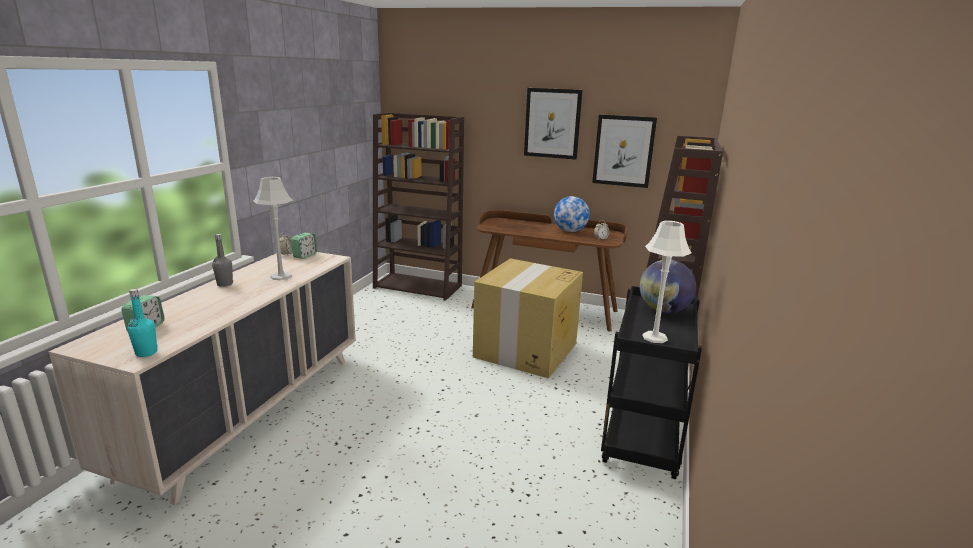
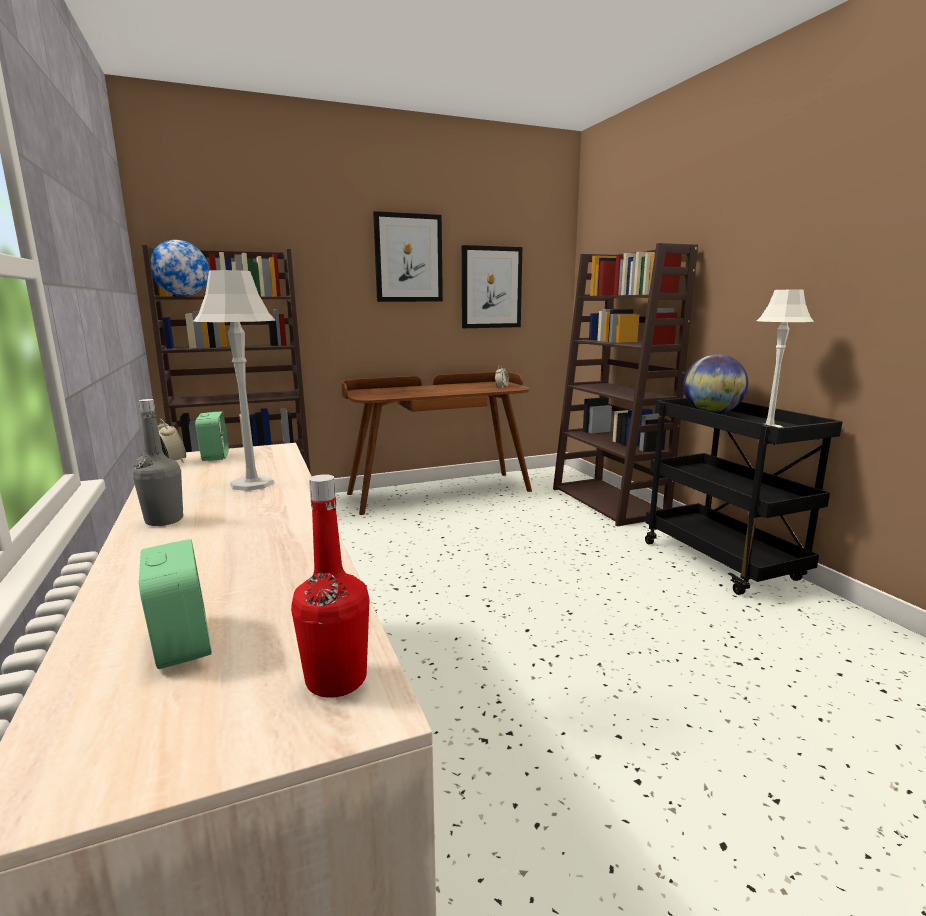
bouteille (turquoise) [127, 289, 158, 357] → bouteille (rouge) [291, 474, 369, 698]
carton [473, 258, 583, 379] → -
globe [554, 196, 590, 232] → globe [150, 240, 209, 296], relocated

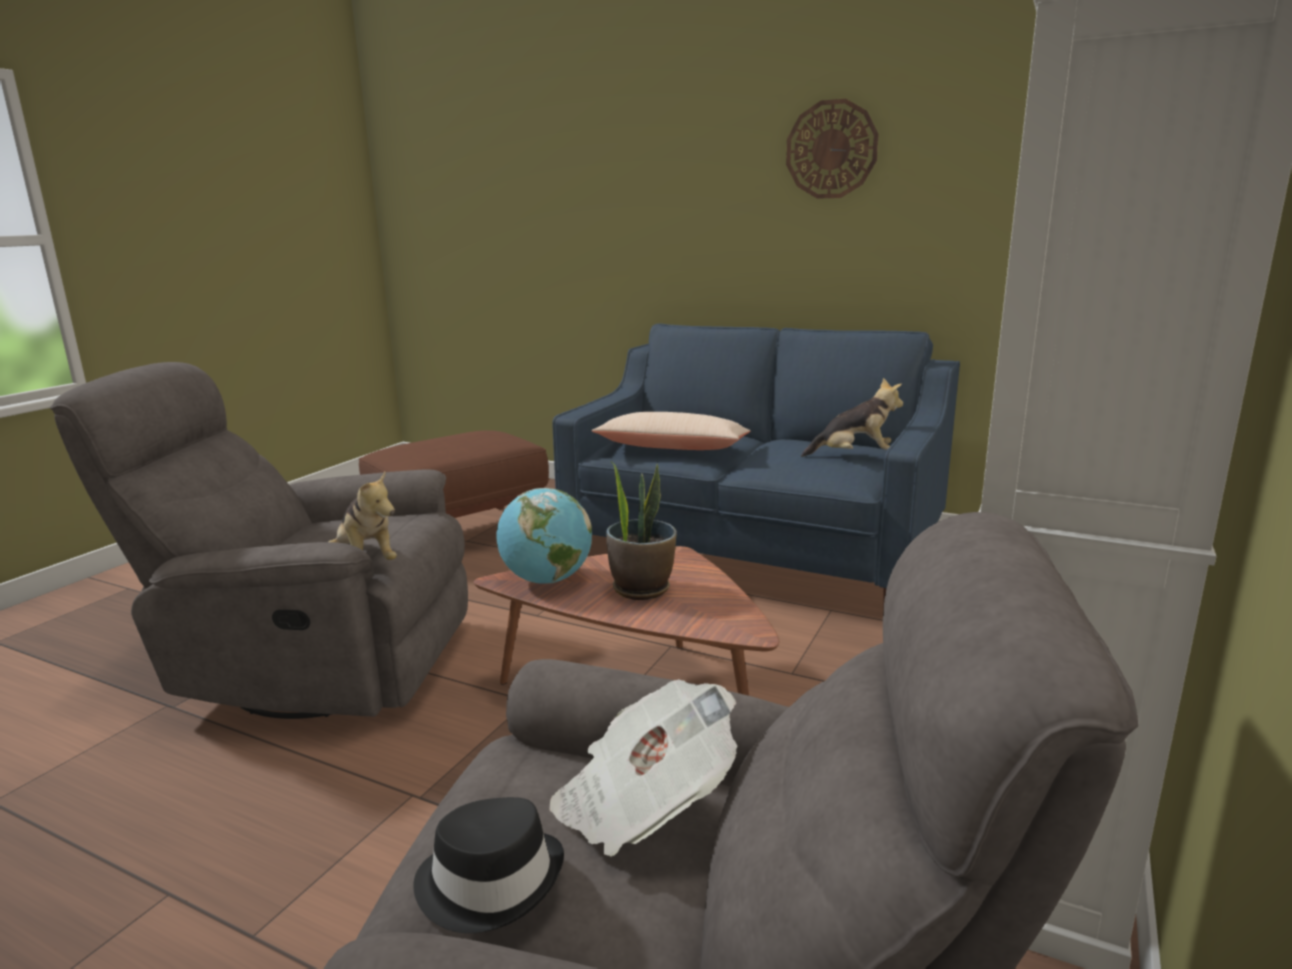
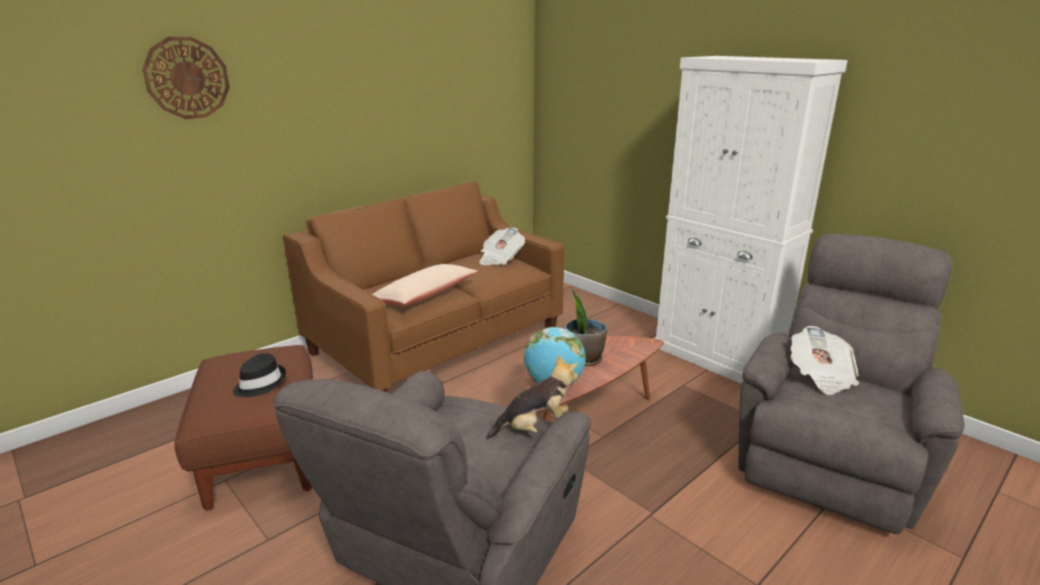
chapeau (noir) [413, 797, 564, 933] → chapeau (noir) [233, 353, 286, 397], relocated
canapé (bleu) [552, 324, 960, 600] → canapé (marron) [283, 182, 564, 393]
horloge murale [786, 99, 879, 199] → horloge murale [142, 37, 230, 119], relocated
peluche [801, 378, 903, 457] → journal [479, 227, 525, 265]

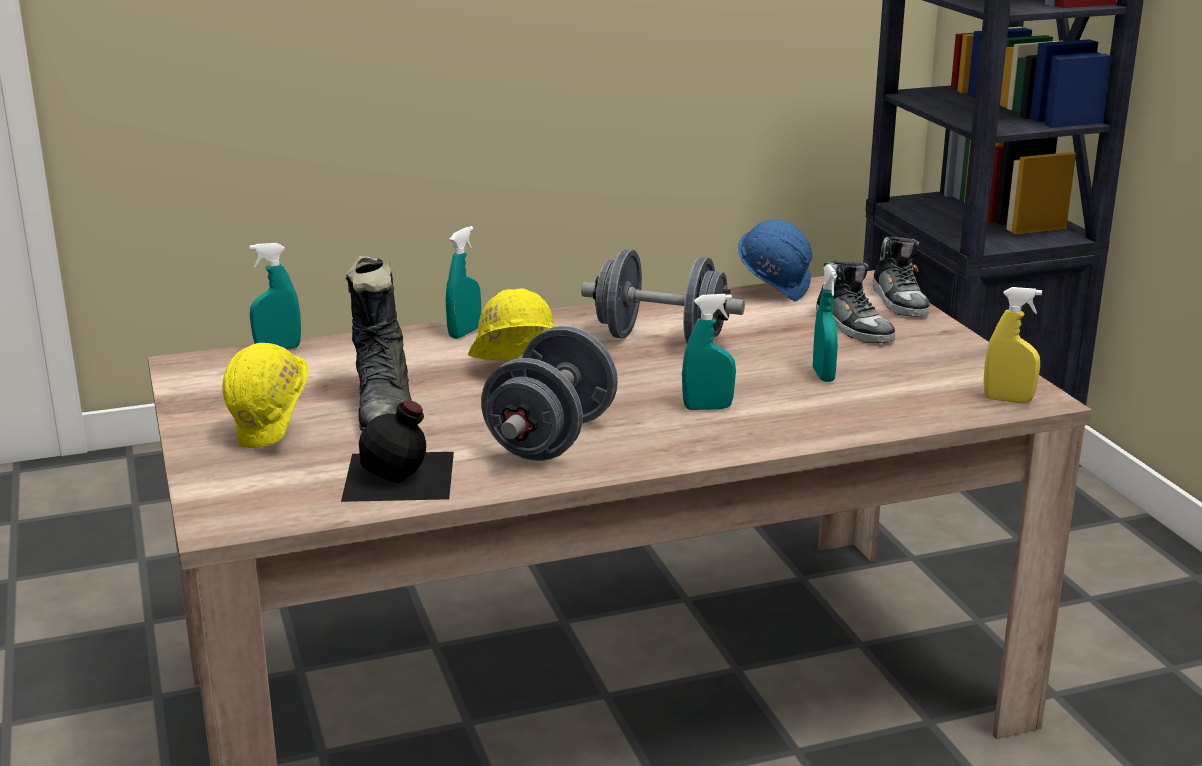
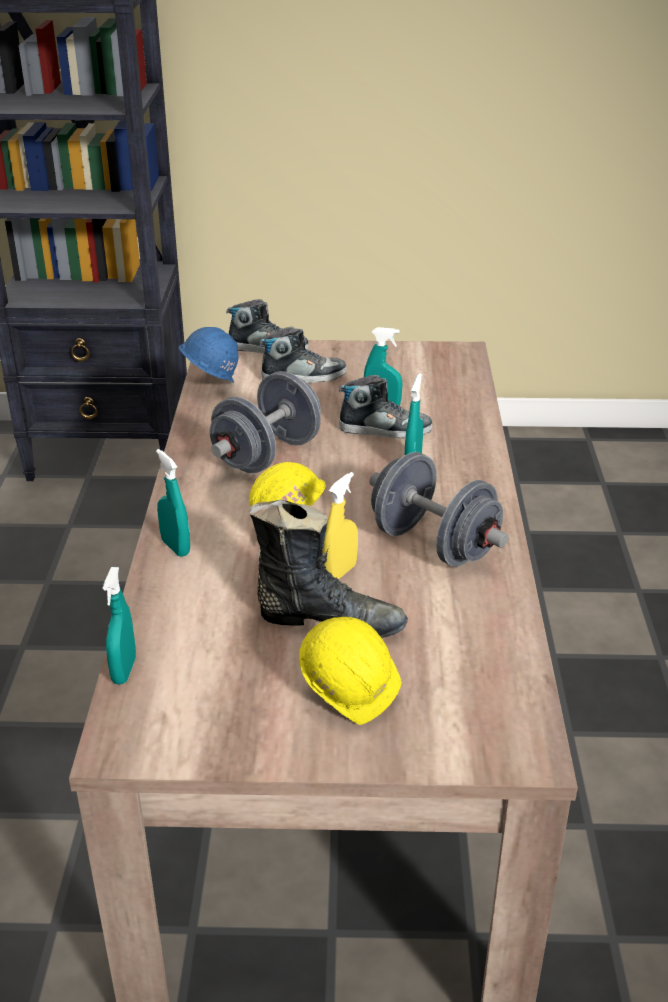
bouteille (noir) [341, 400, 454, 502] → -
vaporisateur (jaune) [984, 287, 1042, 403] → vaporisateur (jaune) [322, 472, 358, 579], relocated
- → chaussure [339, 375, 432, 438]

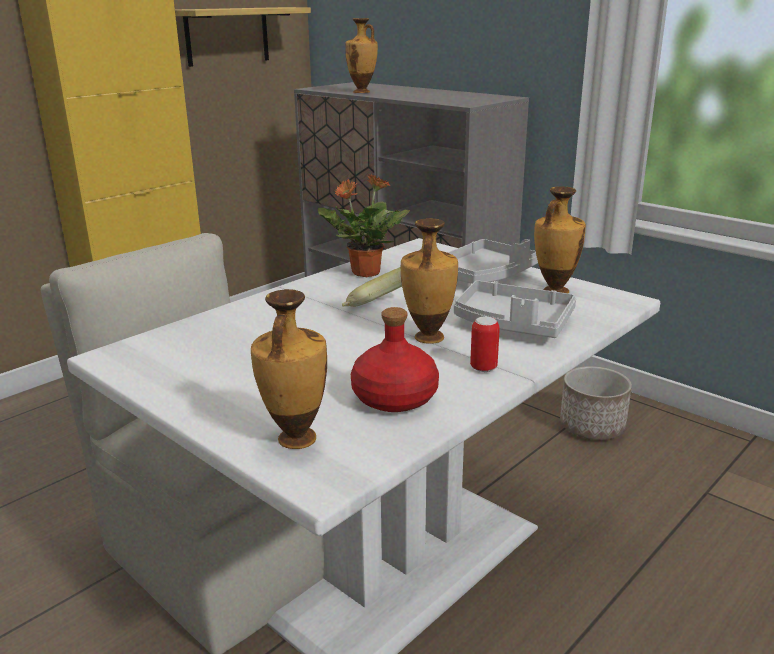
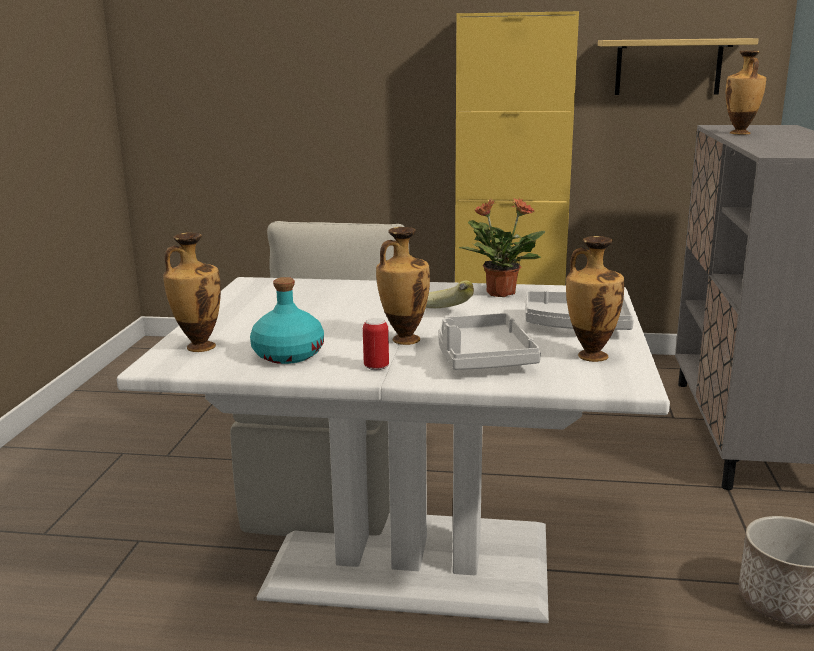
bouteille (rouge) [351, 307, 439, 412] → bouteille (turquoise) [250, 277, 324, 364]

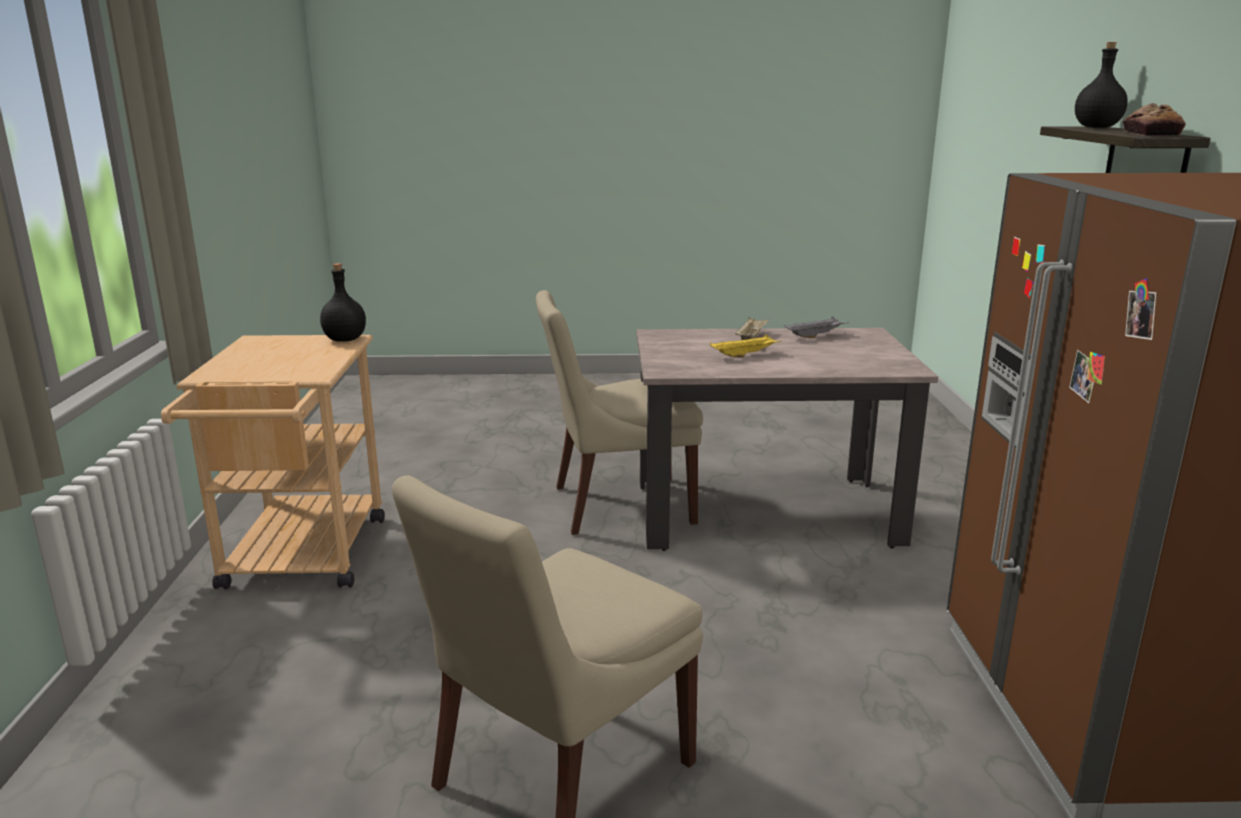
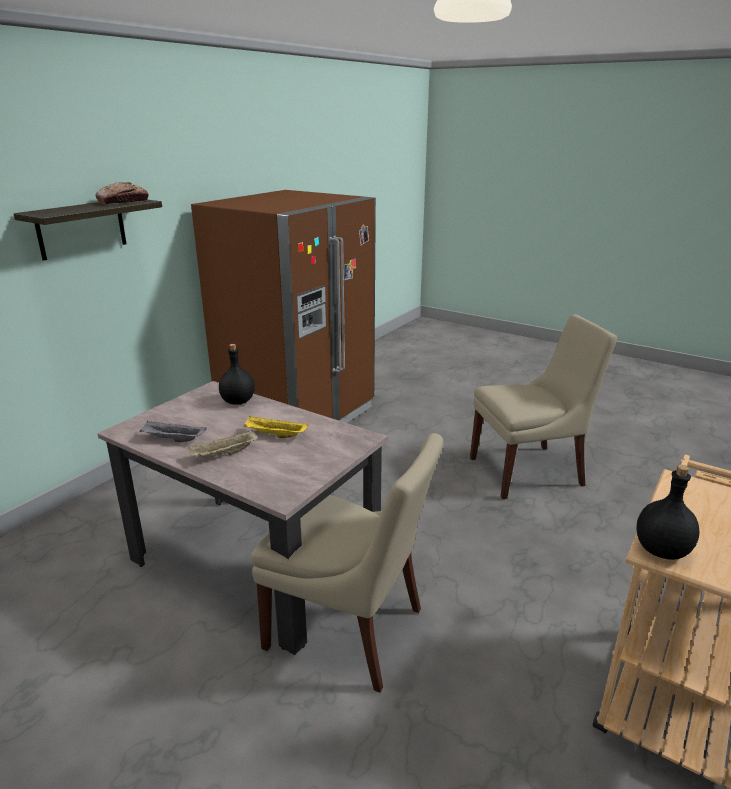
bouteille (noir) [1075, 42, 1128, 128] → bouteille (noir) [219, 344, 255, 405], relocated

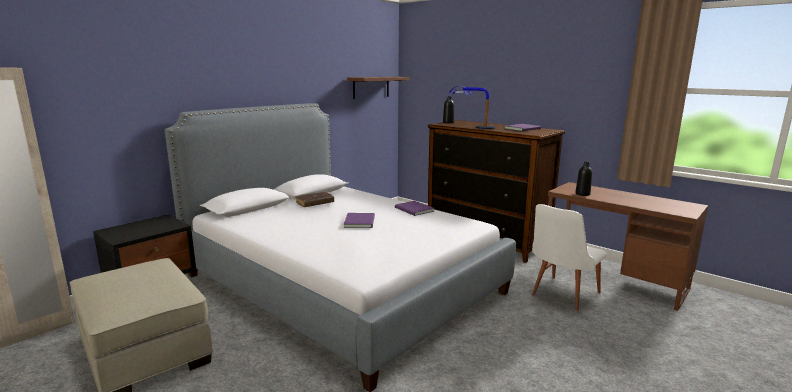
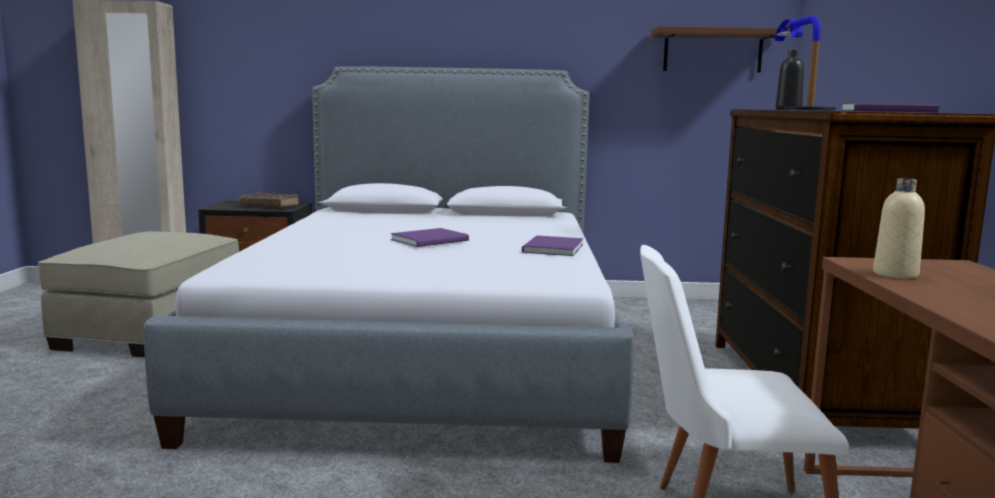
livre (marron) [296, 192, 334, 207] → livre (marron) [239, 192, 299, 208], relocated
bouteille (noir) [575, 162, 592, 196] → bouteille (beige) [873, 178, 925, 279]

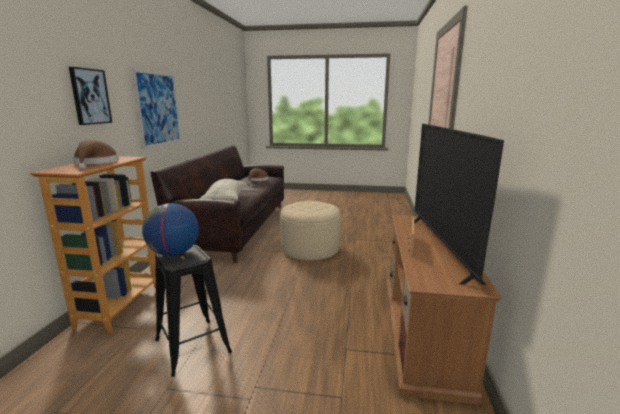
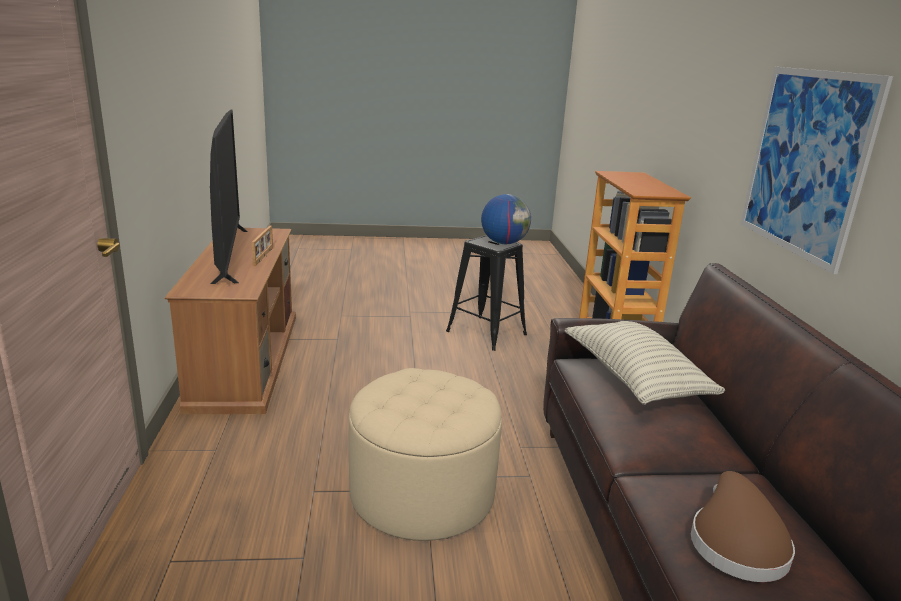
tableau [69, 67, 112, 125] → -
chapeau (marron) [73, 139, 119, 169] → -

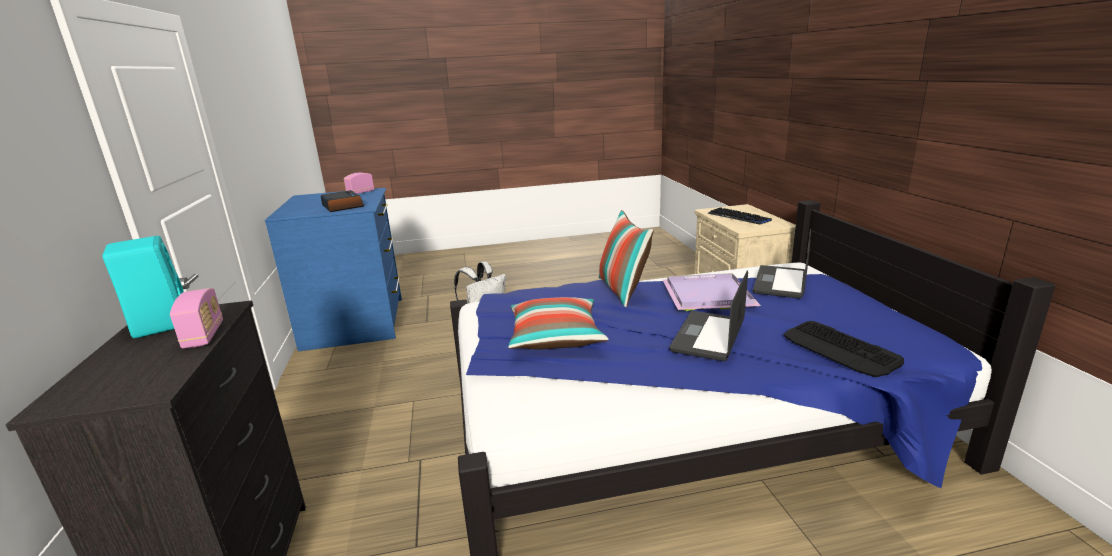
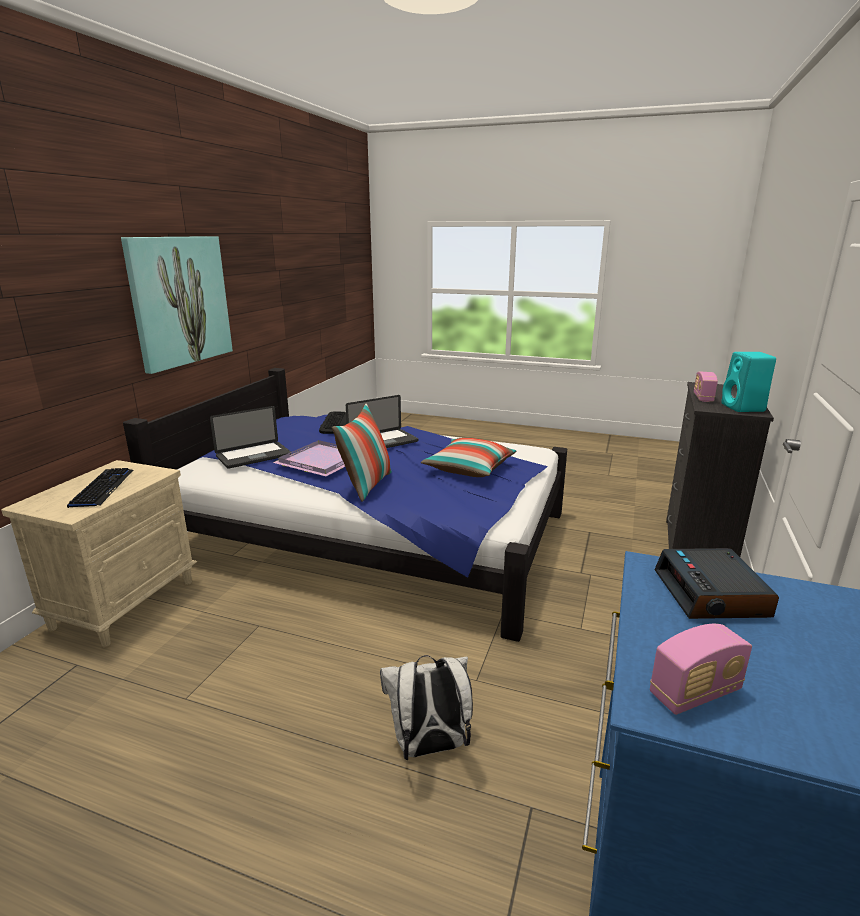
- → tableau [121, 236, 233, 374]

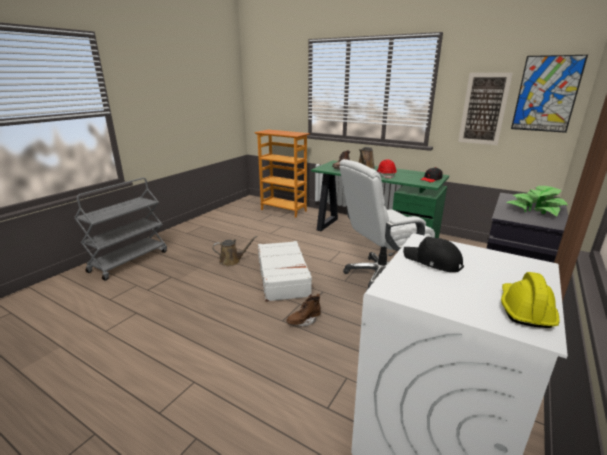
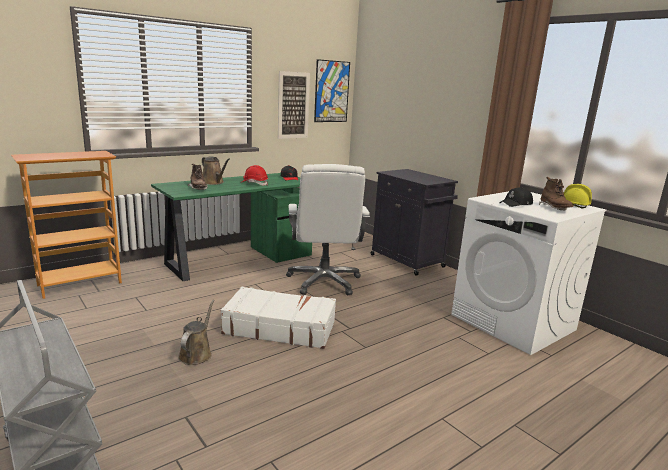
botte (marron) [287, 294, 321, 326] → botte (marron) [539, 177, 573, 210], relocated
plante en pot [506, 186, 569, 216] → -

